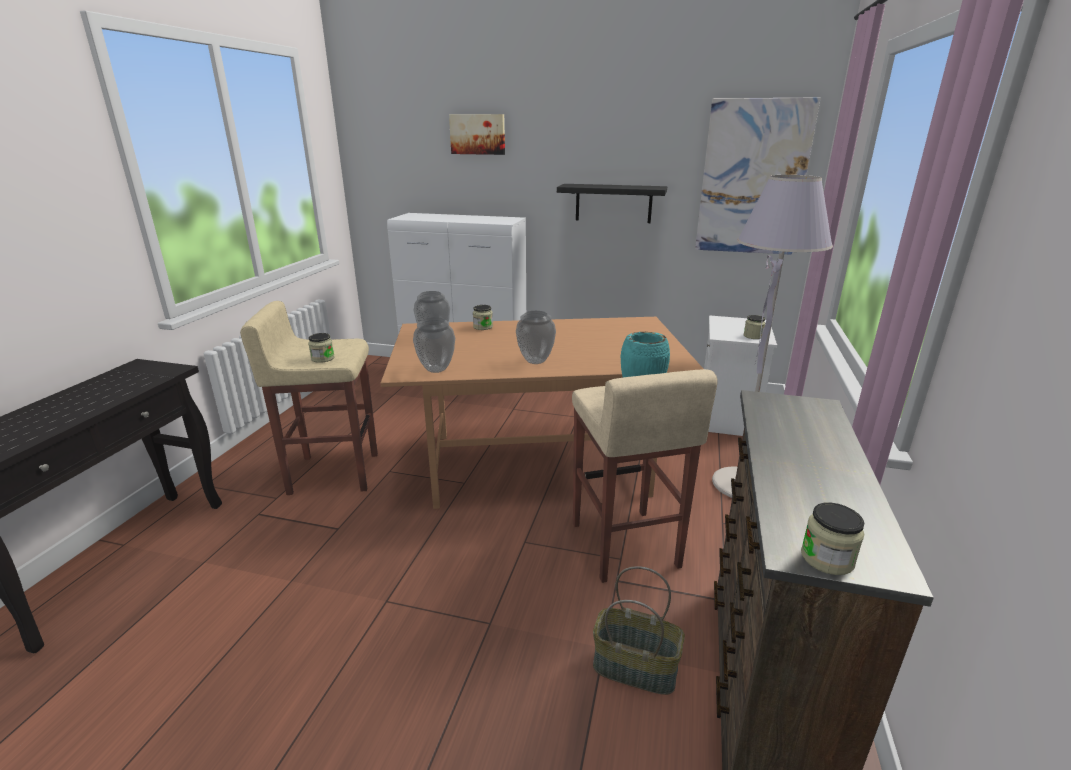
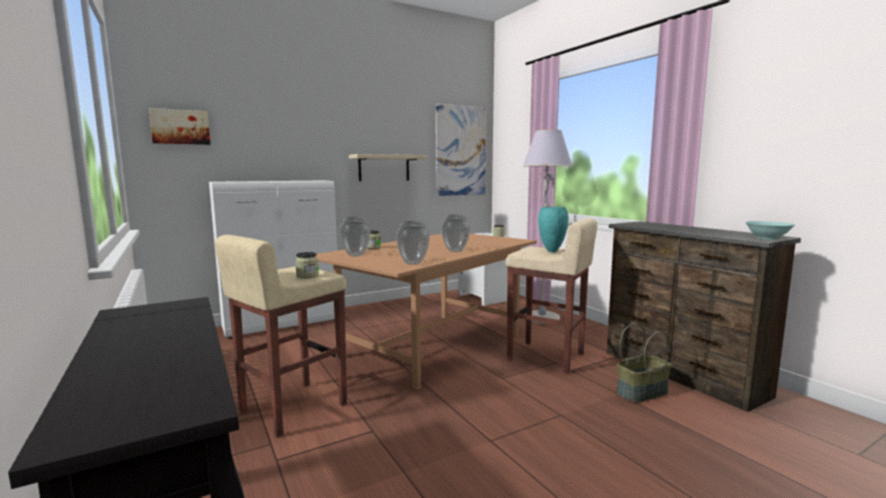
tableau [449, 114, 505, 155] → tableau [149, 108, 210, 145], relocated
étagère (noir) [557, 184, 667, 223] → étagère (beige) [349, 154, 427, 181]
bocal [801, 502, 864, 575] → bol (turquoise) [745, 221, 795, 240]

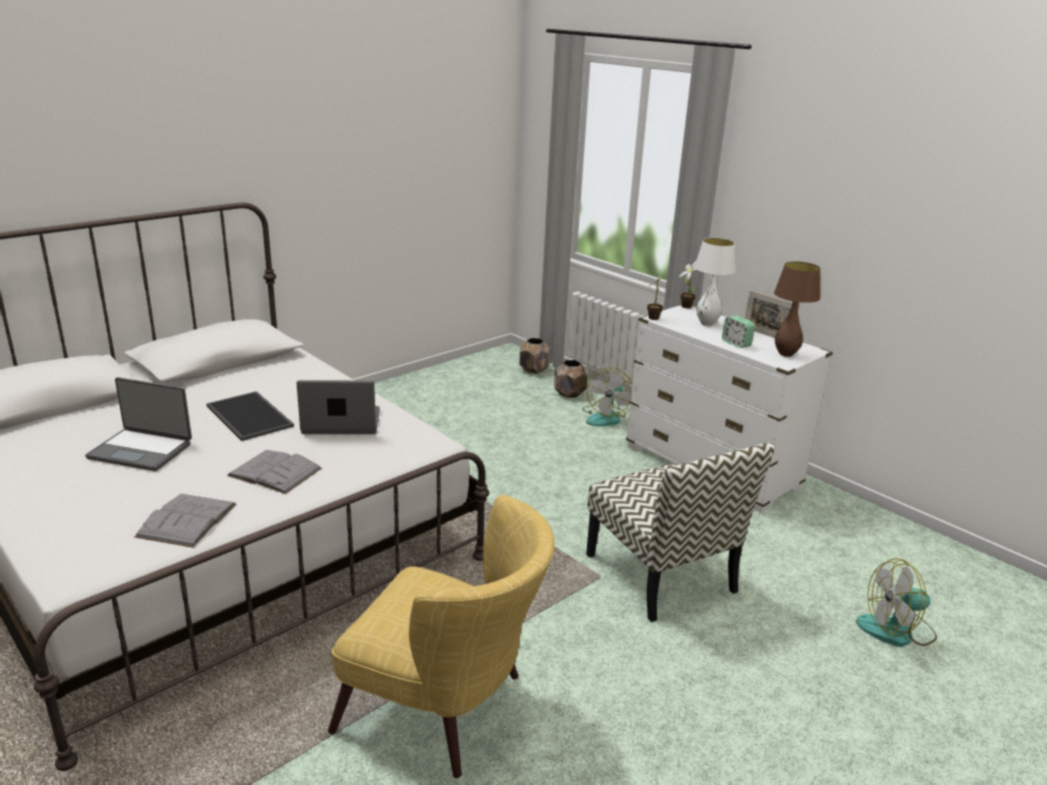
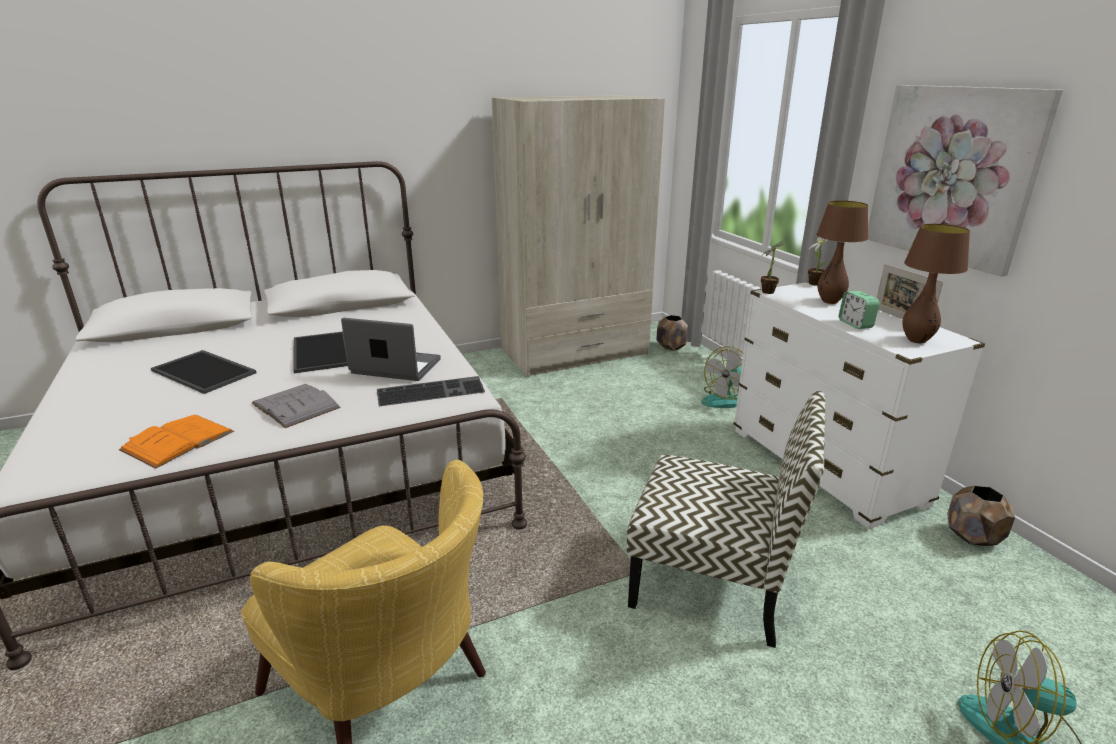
ordinateur portable [85, 377, 192, 471] → plateau [151, 350, 257, 394]
livre (gris) [135, 494, 236, 548] → livre (orange) [119, 415, 234, 469]
cache-pot (marron) [554, 360, 588, 398] → cache-pot (marron) [947, 486, 1015, 546], relocated
chaise [586, 442, 775, 622] → chaise [626, 391, 826, 648], 60 degrees counterclockwise
lampe de table (blanc) [694, 238, 736, 326] → lampe de table (marron) [816, 200, 868, 304]
- → clavier [377, 376, 485, 406]
- → armoire (beige) [492, 95, 665, 377]
- → tableau [868, 85, 1063, 277]

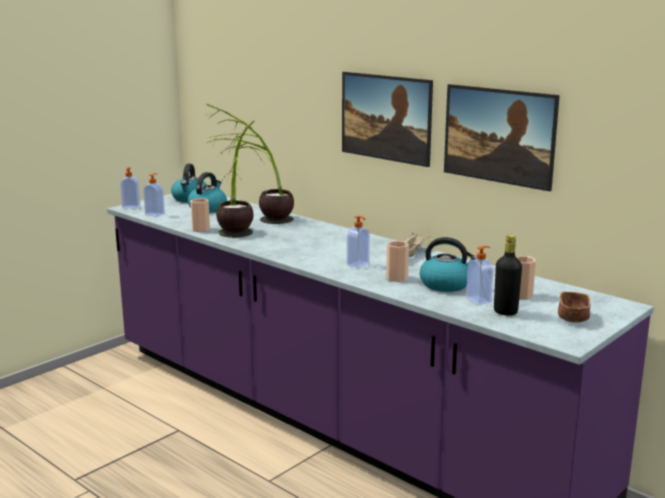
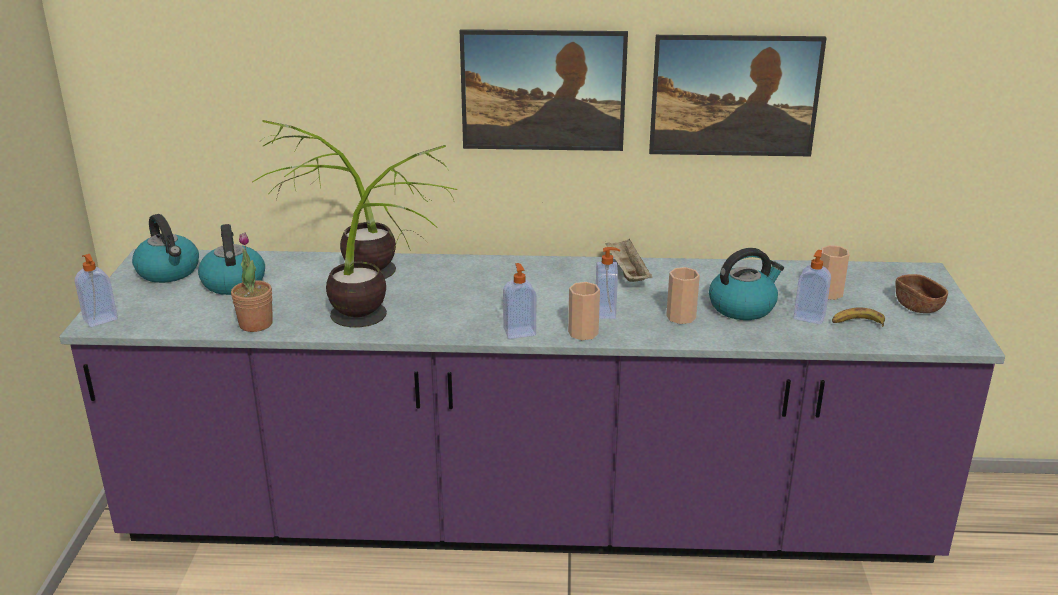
distributeur de savon [143, 173, 165, 217] → distributeur de savon [503, 263, 536, 339], relocated
tasse [190, 198, 210, 232] → tasse [568, 282, 600, 340], relocated
bouteille (noir) [494, 235, 522, 316] → banane [832, 308, 885, 327]
- → plante en pot [231, 233, 273, 332]

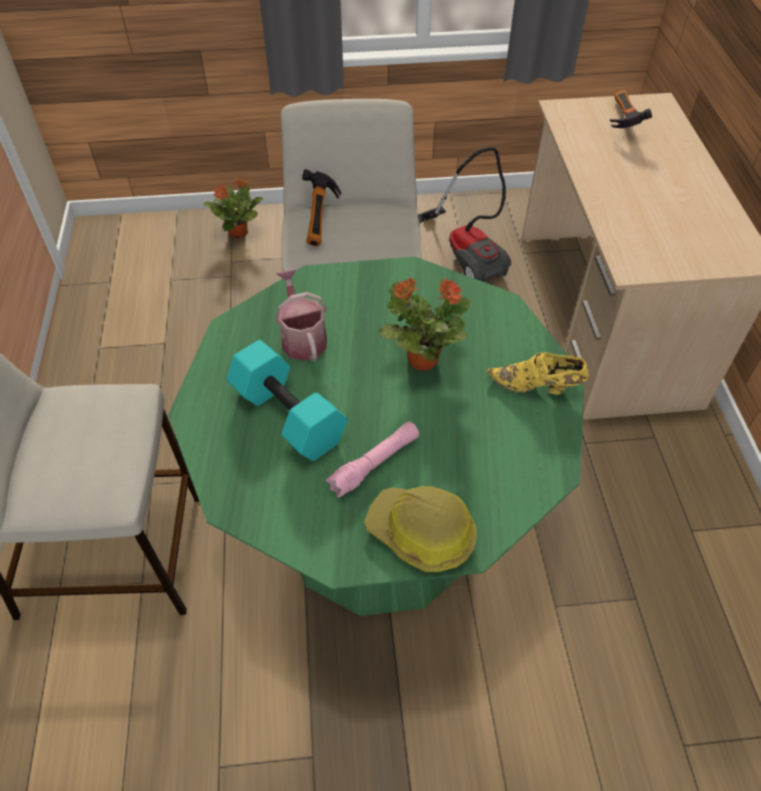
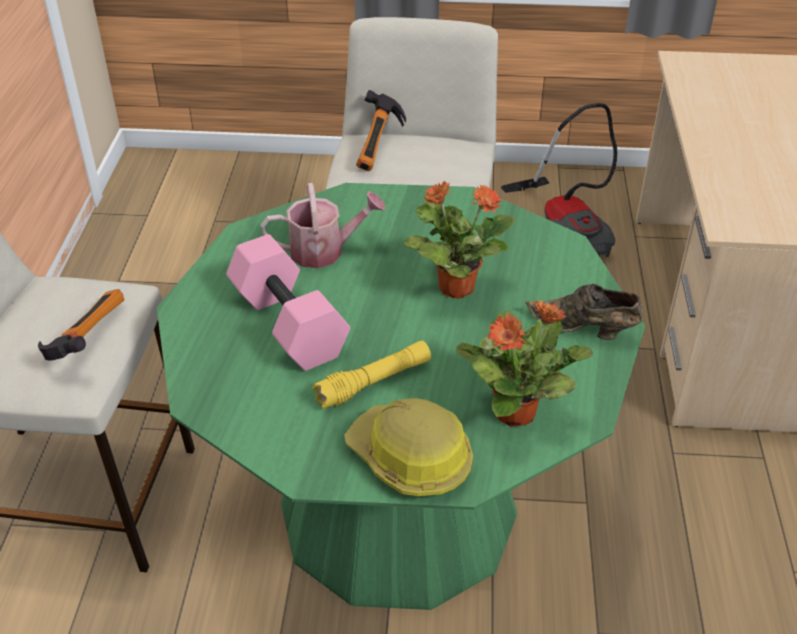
plante en pot [203, 178, 263, 239] → plante en pot [456, 300, 593, 427], relocated
haltère (turquoise) [227, 340, 348, 461] → haltère (rose) [226, 234, 350, 371]
arrosoir [275, 269, 327, 361] → arrosoir [261, 183, 386, 268], 90 degrees clockwise
lampe de poche (rose) [326, 421, 419, 497] → lampe de poche (jaune) [312, 341, 431, 409]
chaussure (jaune) [486, 352, 589, 395] → chaussure (marron) [526, 284, 643, 340]
marteau [610, 90, 652, 128] → marteau [38, 289, 124, 361], relocated

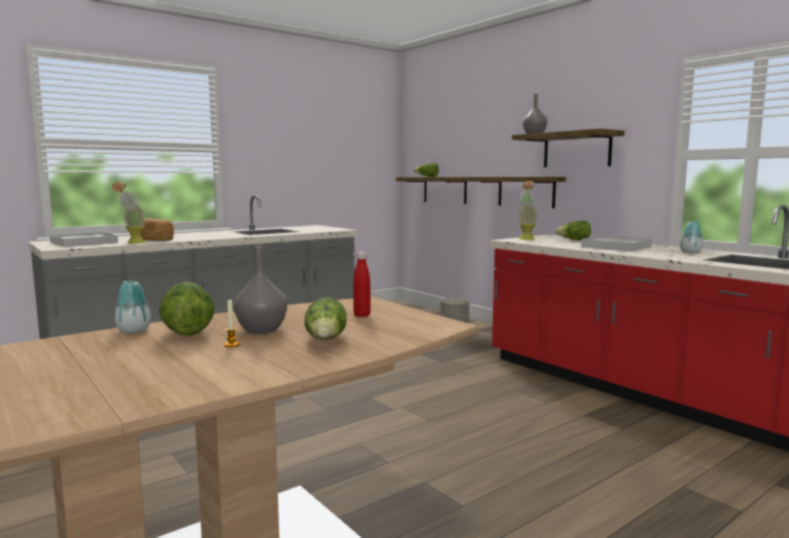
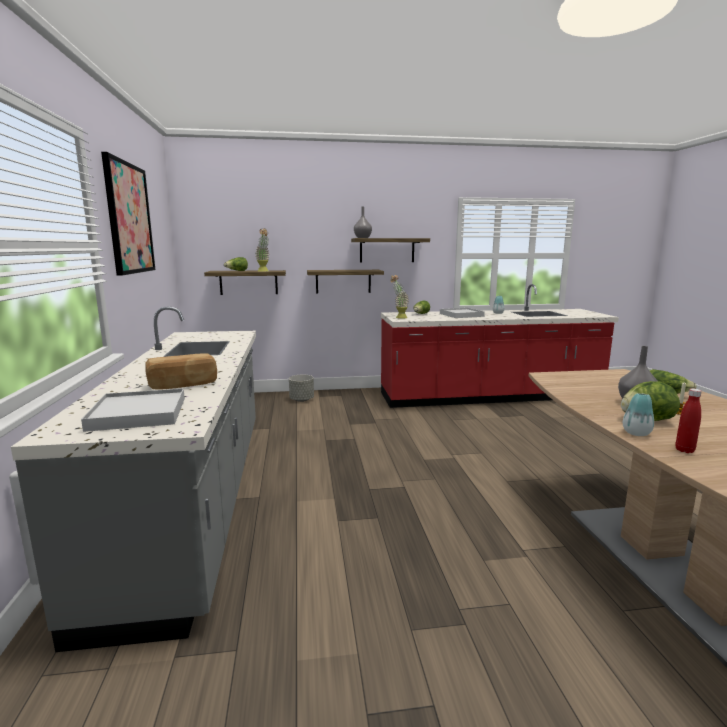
plante en pot [112, 181, 146, 244] → plante en pot [255, 228, 269, 272], relocated
bouteille (rouge) [353, 252, 371, 317] → bouteille (rouge) [675, 389, 702, 453], relocated
- → tableau [101, 152, 156, 276]

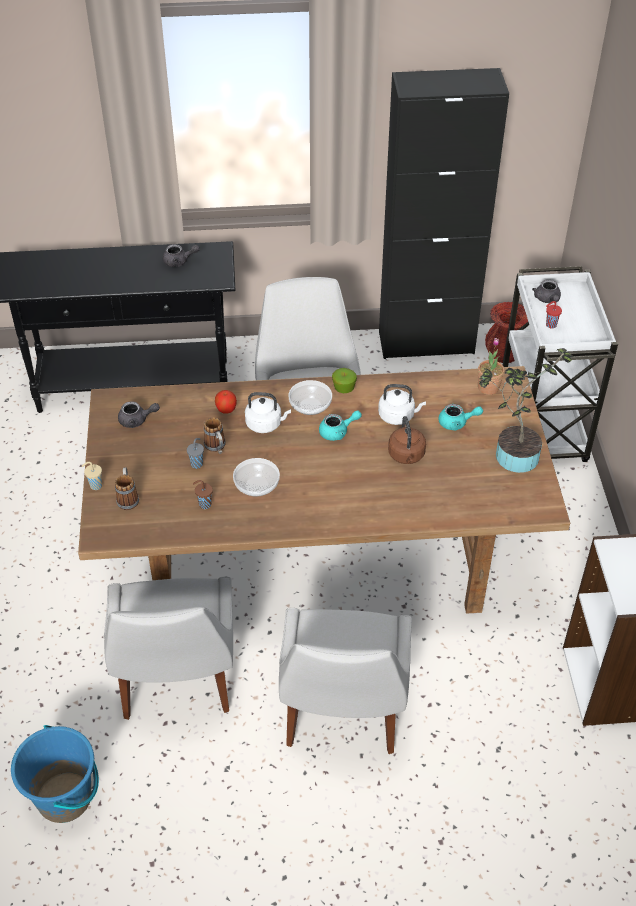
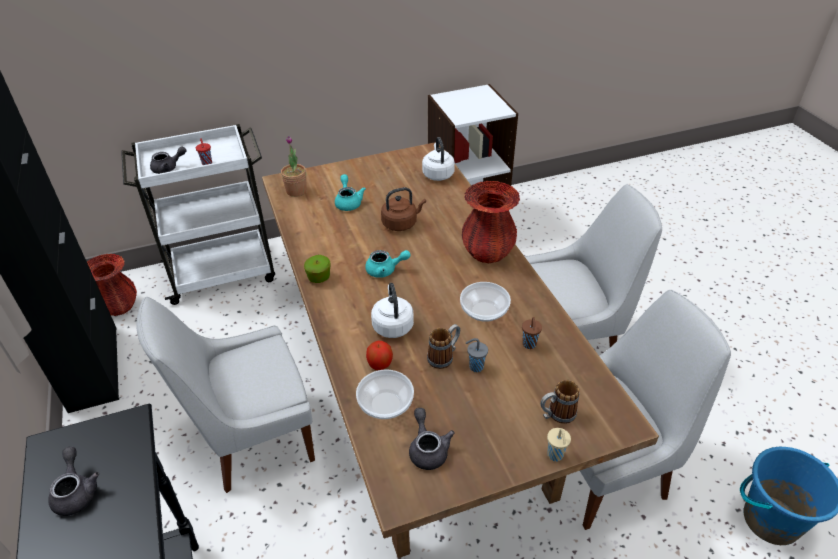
bol [288, 380, 332, 415] → bol [356, 369, 414, 419], relocated
théière (turquoise) [319, 410, 362, 441] → théière (turquoise) [365, 250, 411, 278], 120 degrees clockwise
bouilloire (blanc) [378, 384, 426, 425] → bouilloire (blanc) [422, 137, 455, 181], relocated
plante en pot [479, 348, 573, 473] → -
- → vase (rouge) [462, 181, 520, 263]

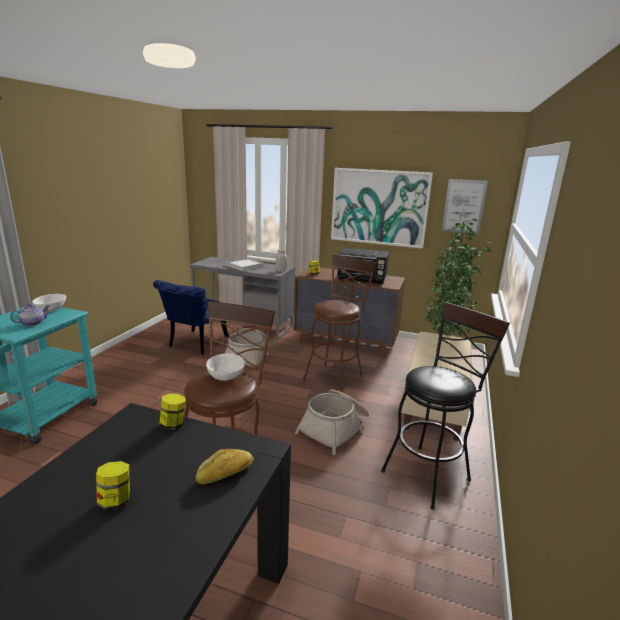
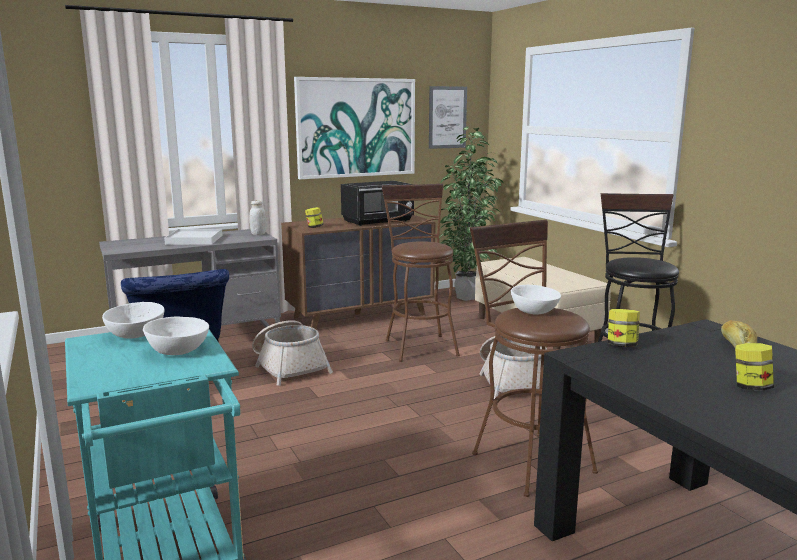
théière [10, 303, 50, 326] → bol (blanc) [143, 316, 209, 355]

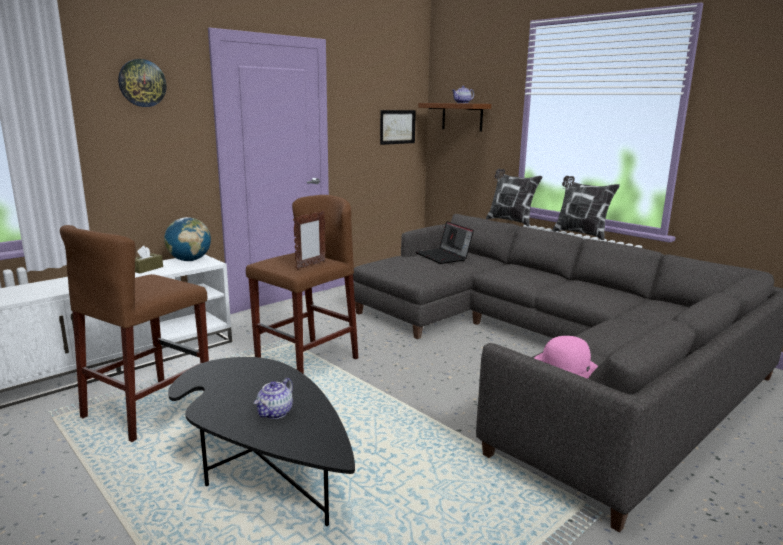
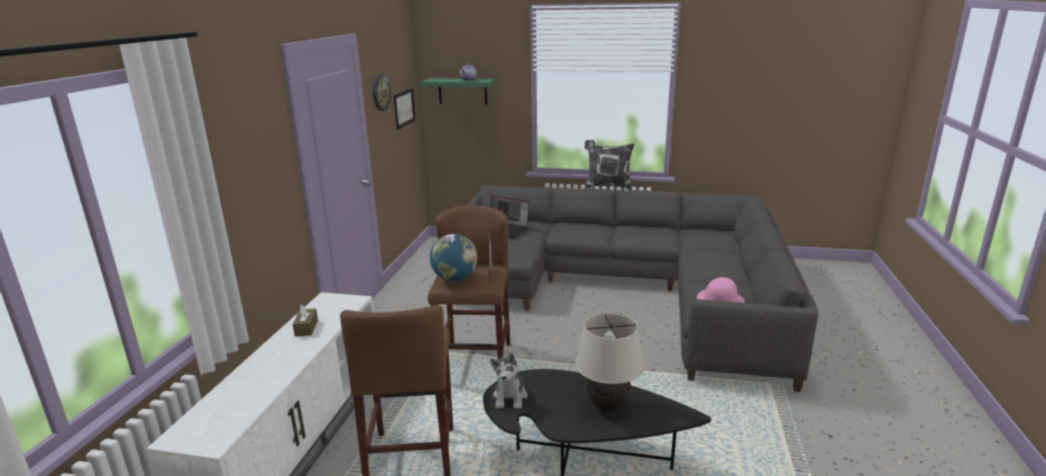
horloge murale [118, 59, 166, 107] → horloge murale [373, 74, 391, 111], relocated
globe [164, 217, 211, 261] → globe [430, 234, 477, 281], relocated
théière [254, 378, 293, 419] → lampe de table (beige) [575, 313, 644, 413]
étagère (marron) [418, 103, 491, 132] → étagère (vert) [420, 78, 496, 104]
coussin [486, 169, 543, 226] → -
- → peluche [490, 353, 527, 409]

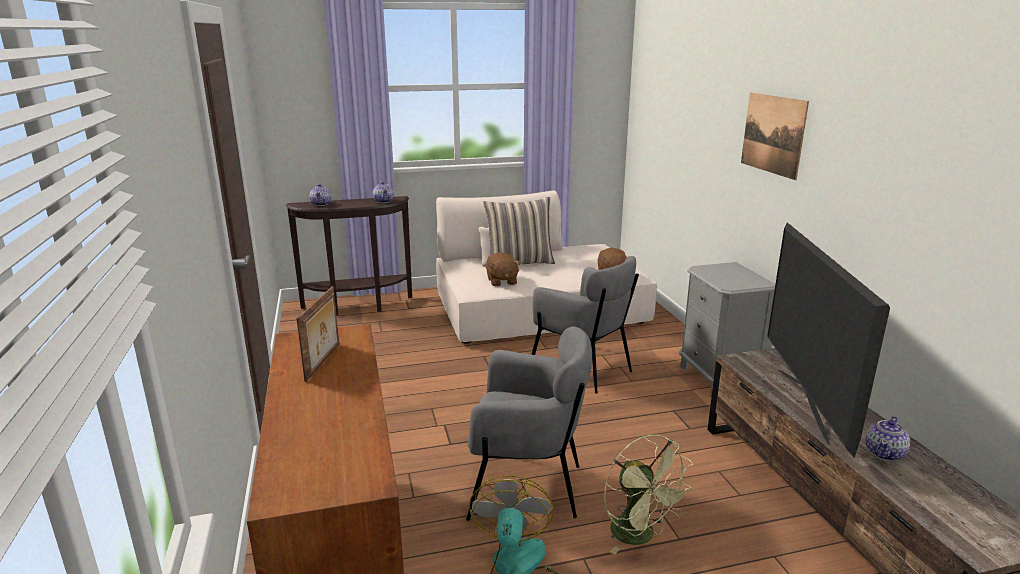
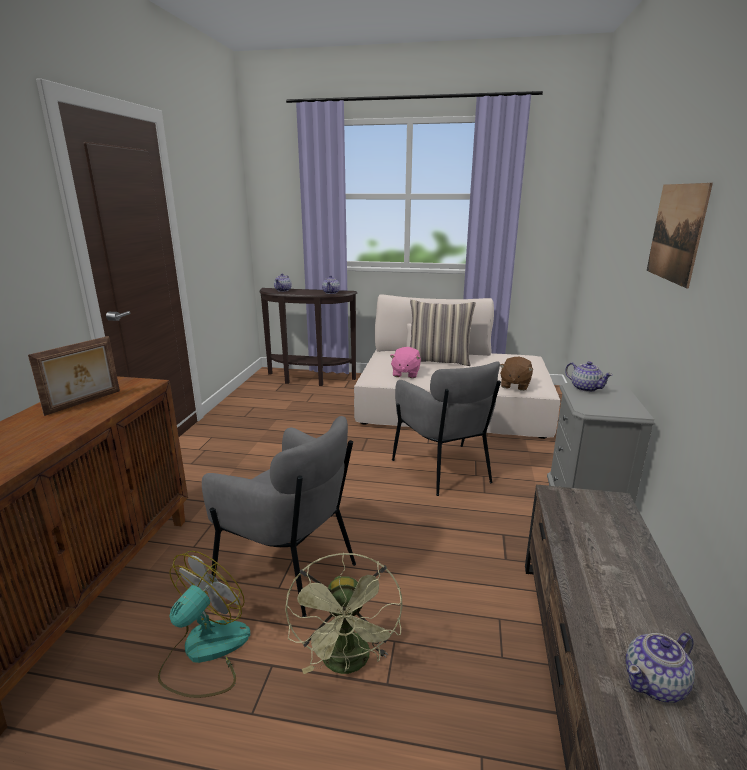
peluche (marron) [486, 252, 520, 286] → peluche (rose) [390, 347, 421, 378]
téléviseur [767, 222, 890, 458] → -
- → théière [565, 361, 613, 392]

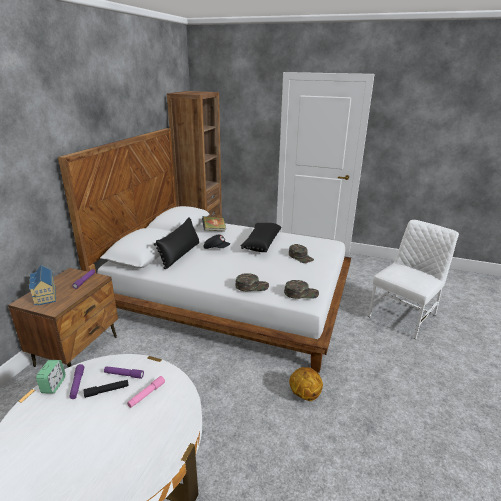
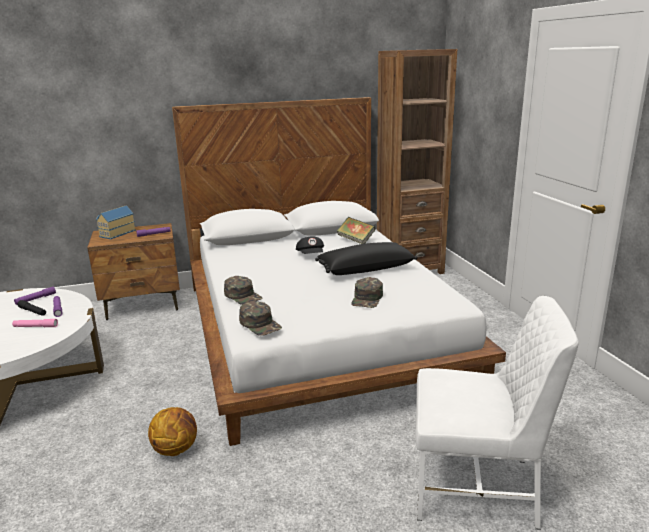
réveil [36, 360, 66, 394] → -
coussin (noir) [154, 217, 199, 269] → -

